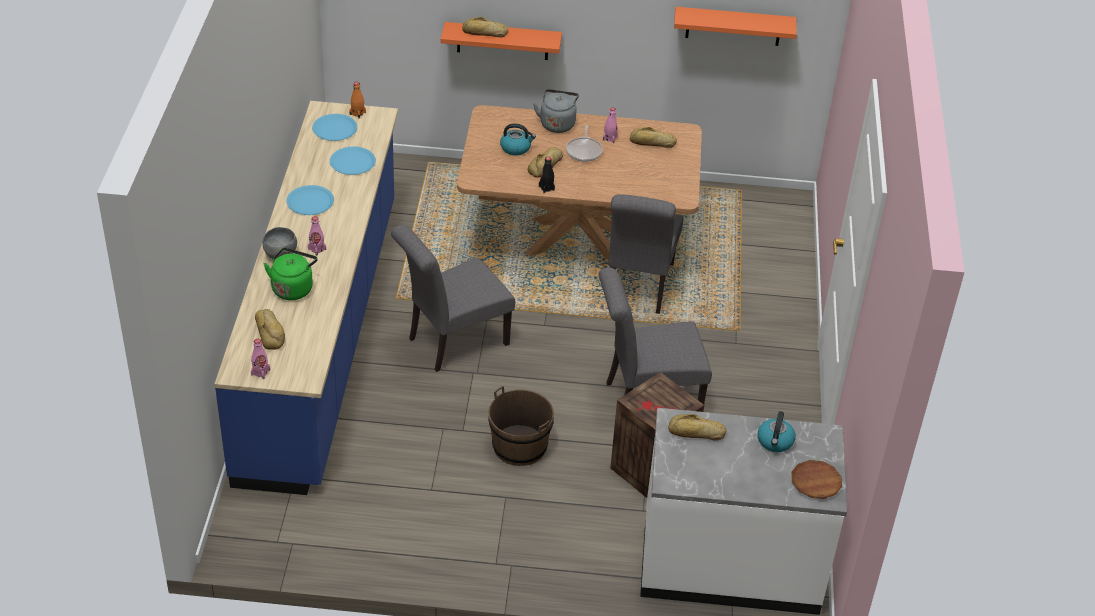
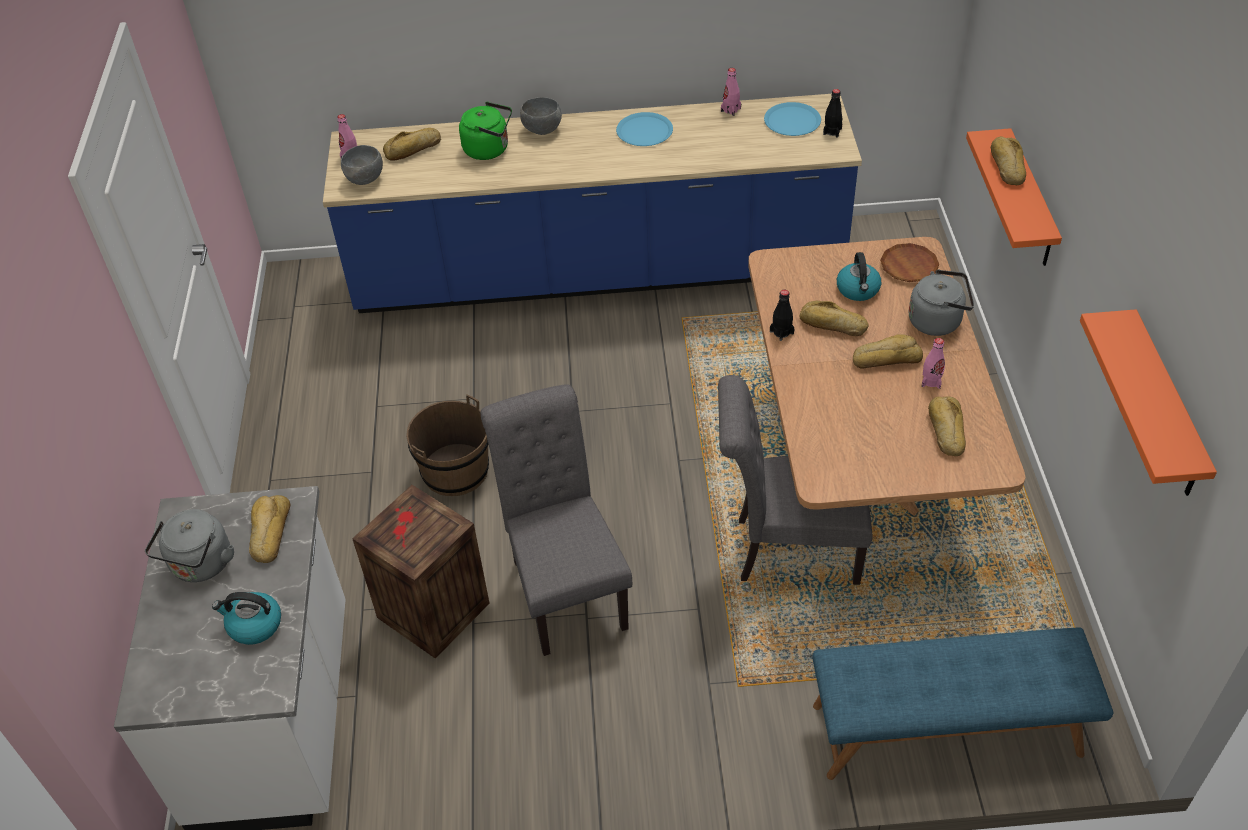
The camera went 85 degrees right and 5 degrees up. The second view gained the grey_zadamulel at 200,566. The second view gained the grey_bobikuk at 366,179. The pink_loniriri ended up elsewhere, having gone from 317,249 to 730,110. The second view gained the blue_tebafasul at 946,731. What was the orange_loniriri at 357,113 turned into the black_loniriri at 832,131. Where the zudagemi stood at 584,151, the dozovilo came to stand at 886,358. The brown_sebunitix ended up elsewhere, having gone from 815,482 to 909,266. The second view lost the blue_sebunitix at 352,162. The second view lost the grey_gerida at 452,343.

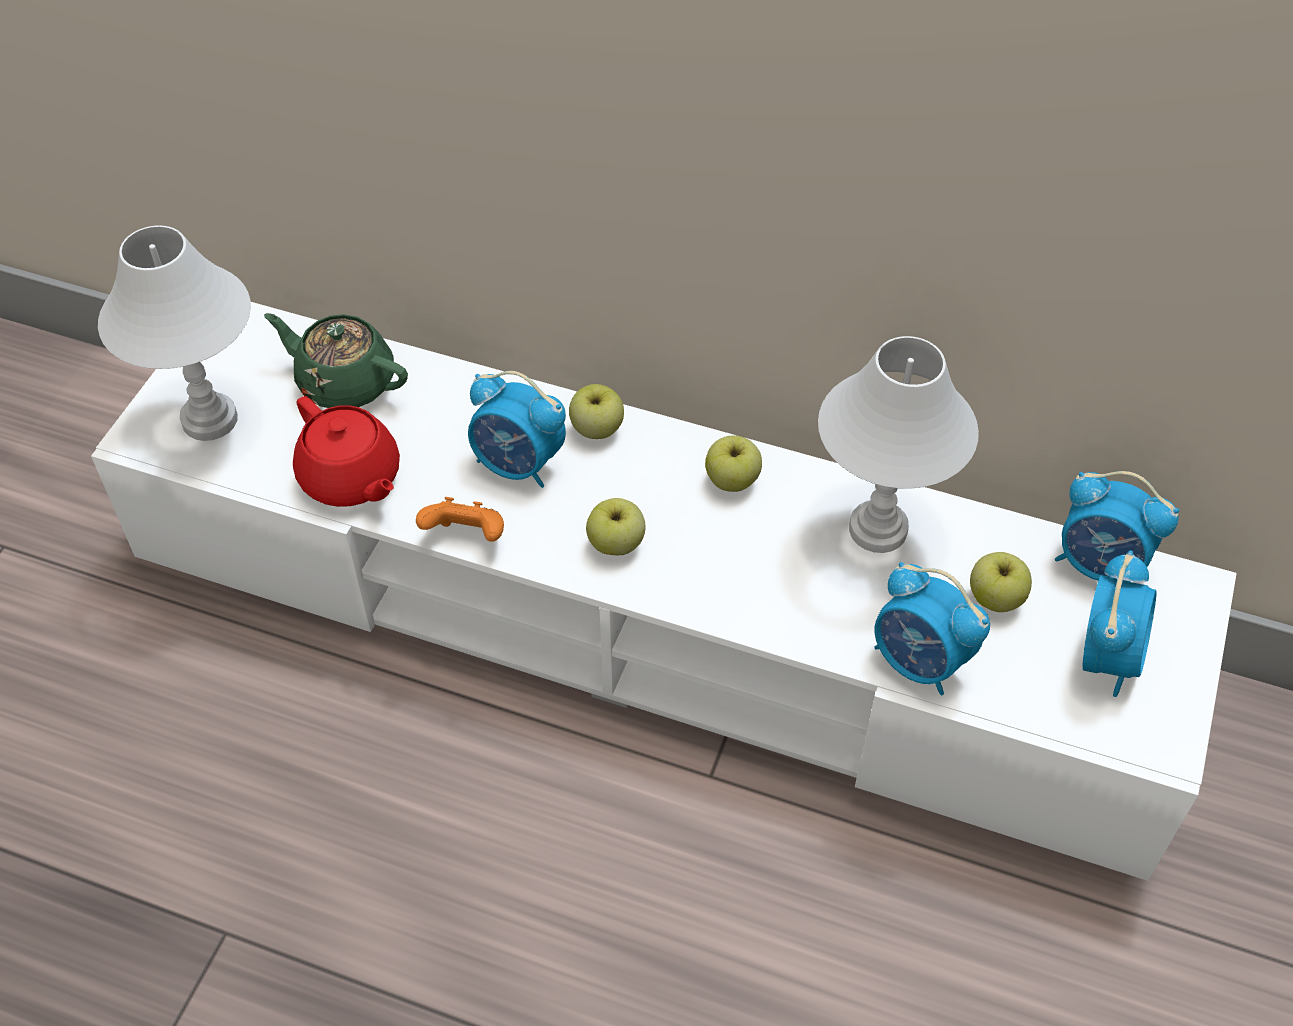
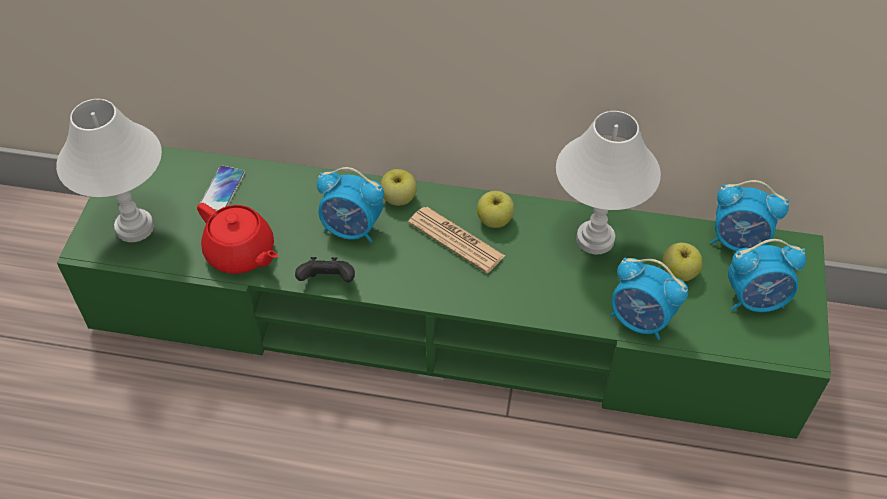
The camera went 10 degrees left and 0 degrees up. What was the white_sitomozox at 649,619 turned into the green_sitomozox at 445,319. Where the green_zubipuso stood at 345,382, the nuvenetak came to stand at 222,190. What was the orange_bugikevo at 466,536 turned into the black_bugikevo at 328,281. The second view gained the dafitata at 456,240. The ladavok at 1106,657 ended up facing another way, 75 degrees clockwise from before. The second view lost the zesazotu at 616,544.

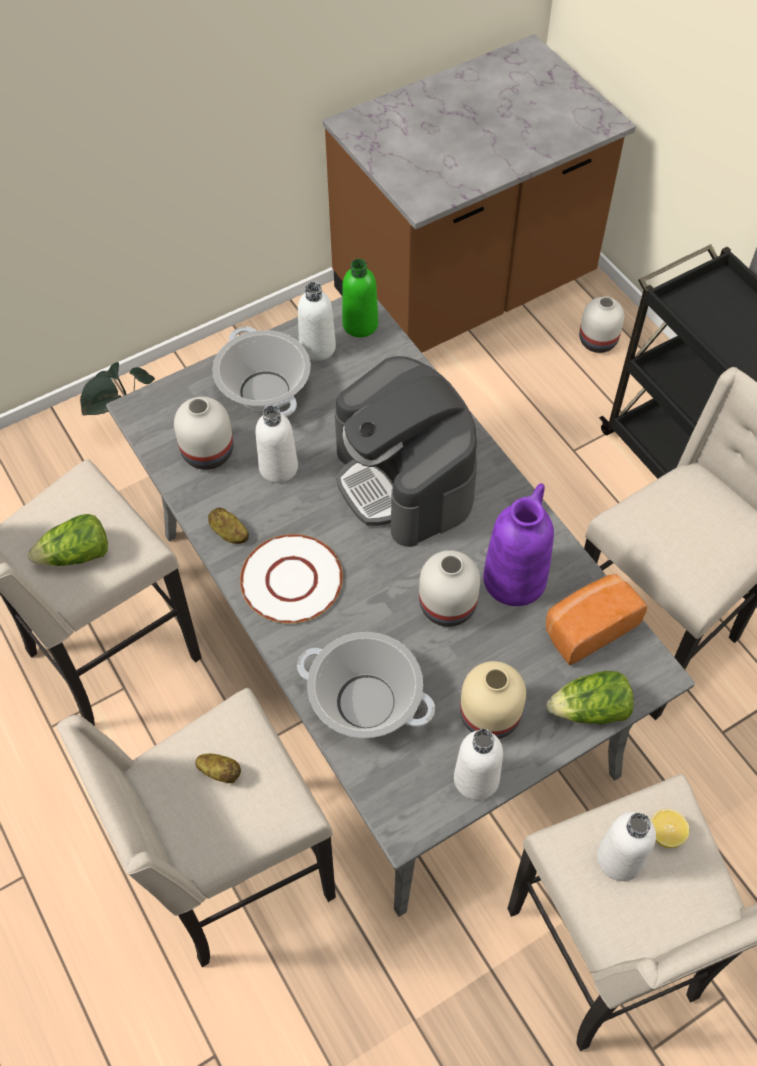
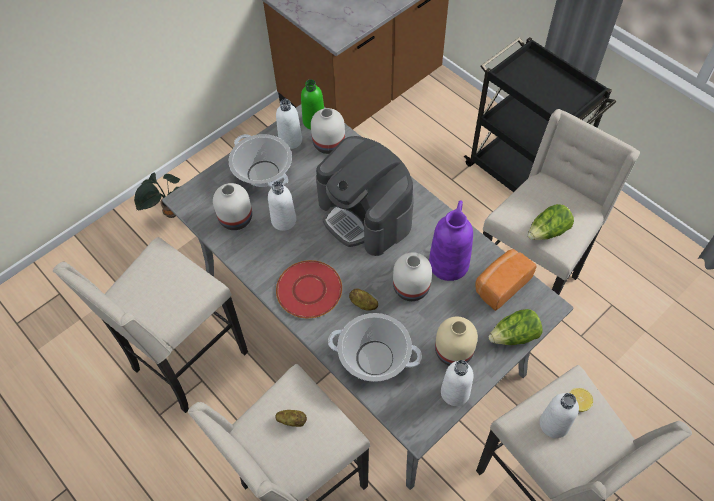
The camera went 10 degrees left and 0 degrees up. What was the white_sebunitix at 292,580 turned into the red_sebunitix at 309,290. The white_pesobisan ended up elsewhere, having gone from 597,341 to 328,144. The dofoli ended up elsewhere, having gone from 229,533 to 363,304. The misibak ended up elsewhere, having gone from 76,555 to 548,232.

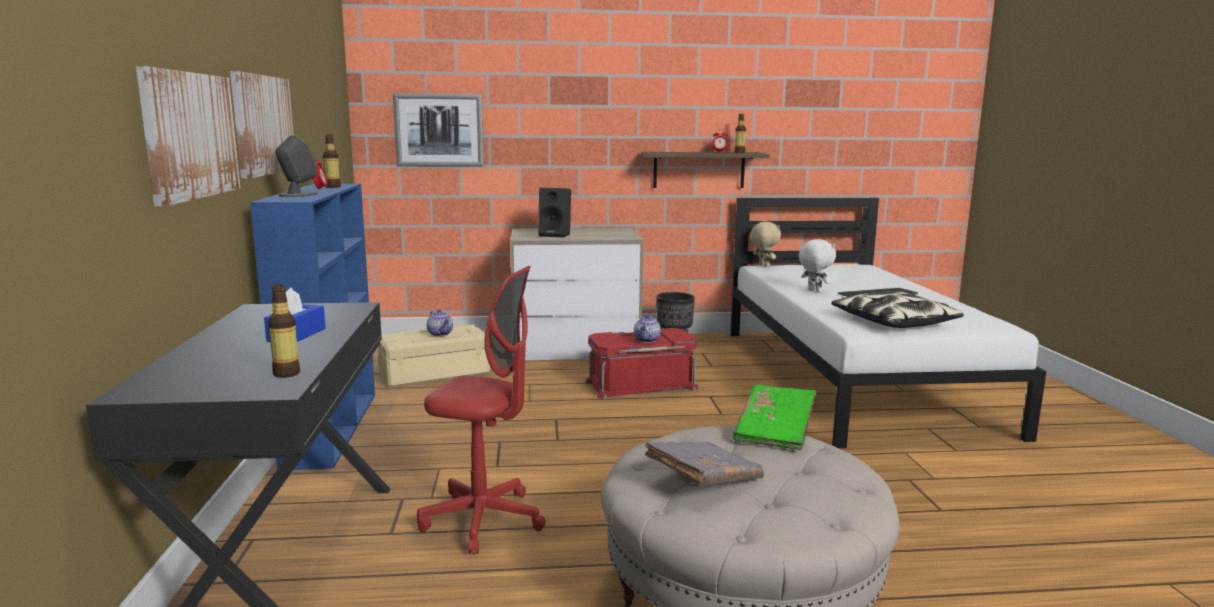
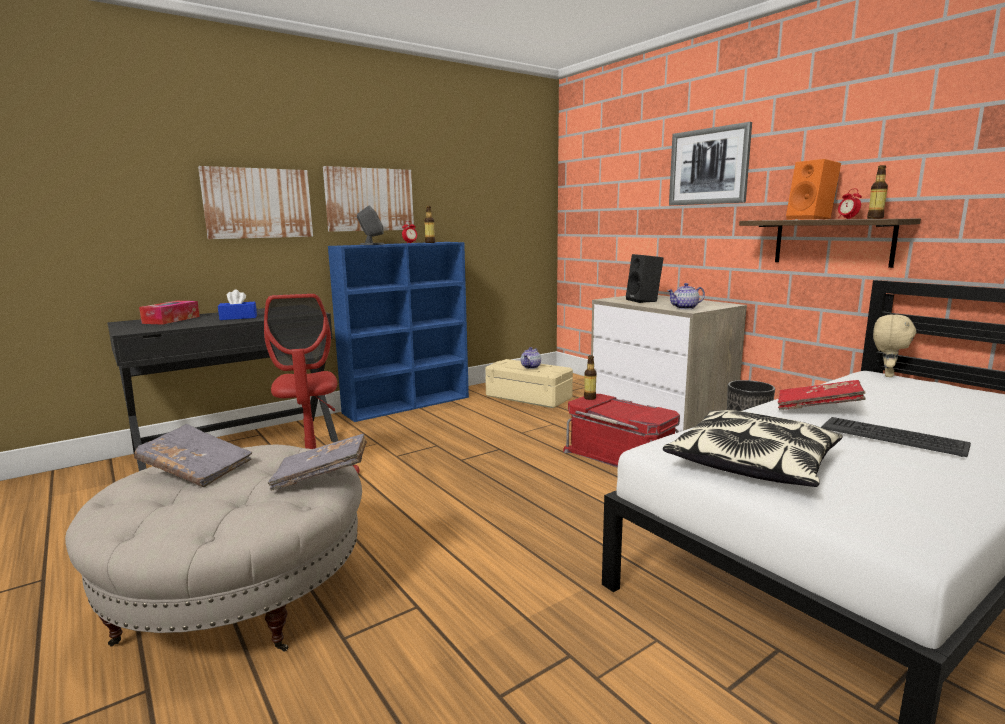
The camera went 60 degrees right and 0 degrees up. The second view gained the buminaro at 171,320. What was the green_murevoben at 775,431 turned into the grey_murevoben at 322,476. The loniriri ended up elsewhere, having gone from 286,374 to 590,398. The zubipuso ended up elsewhere, having gone from 647,340 to 685,308. The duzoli ended up elsewhere, having gone from 439,130 to 708,166. Where the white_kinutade stood at 814,291, the red_murevoben came to stand at 818,409. The second view gained the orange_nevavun at 811,219.

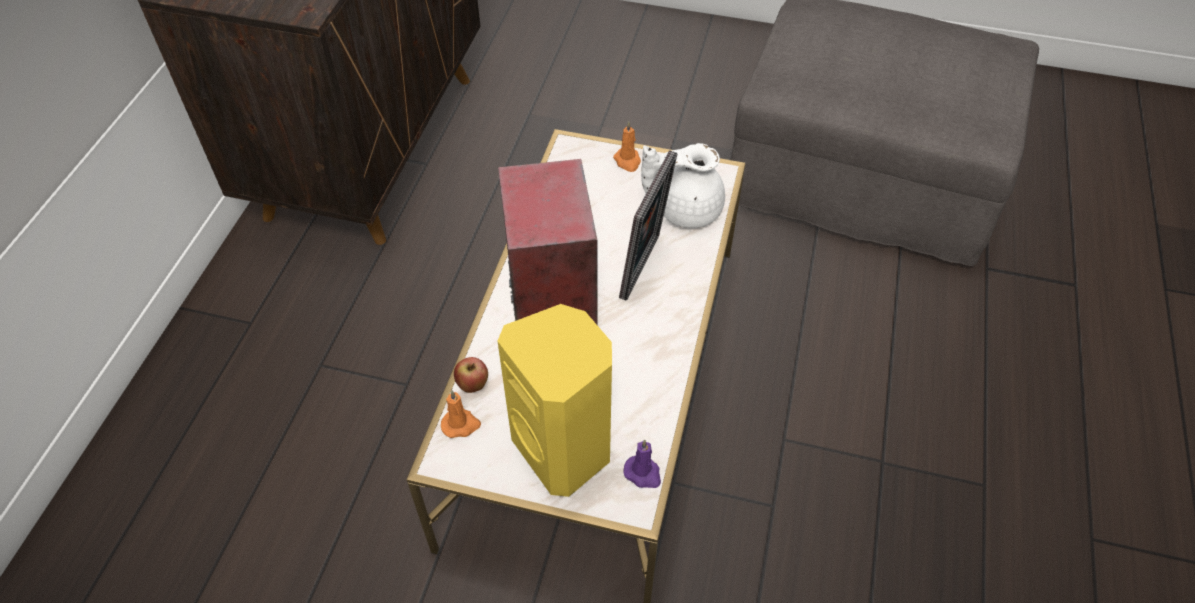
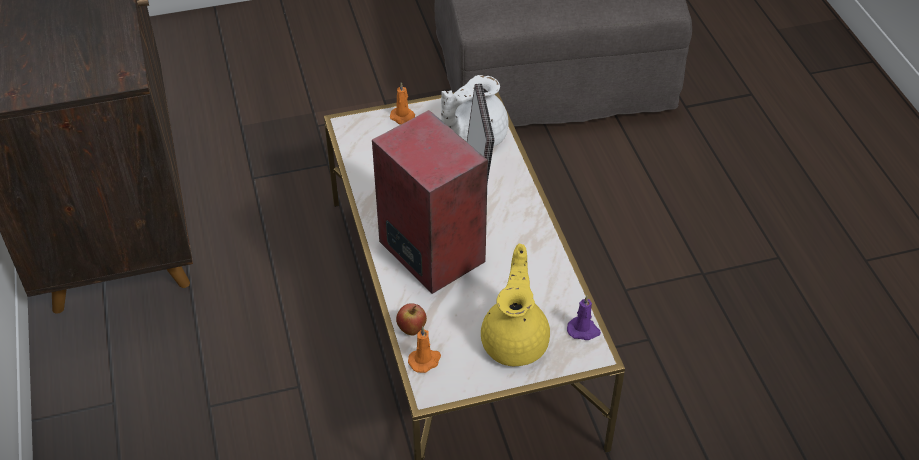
The camera went 30 degrees left and 5 degrees down. Where the yellow_nevavun stood at 565,449, the yellow_zubipuso came to stand at 516,340.

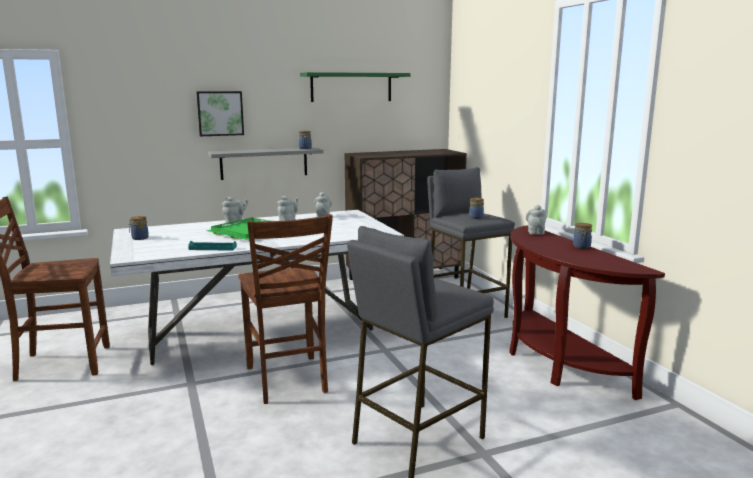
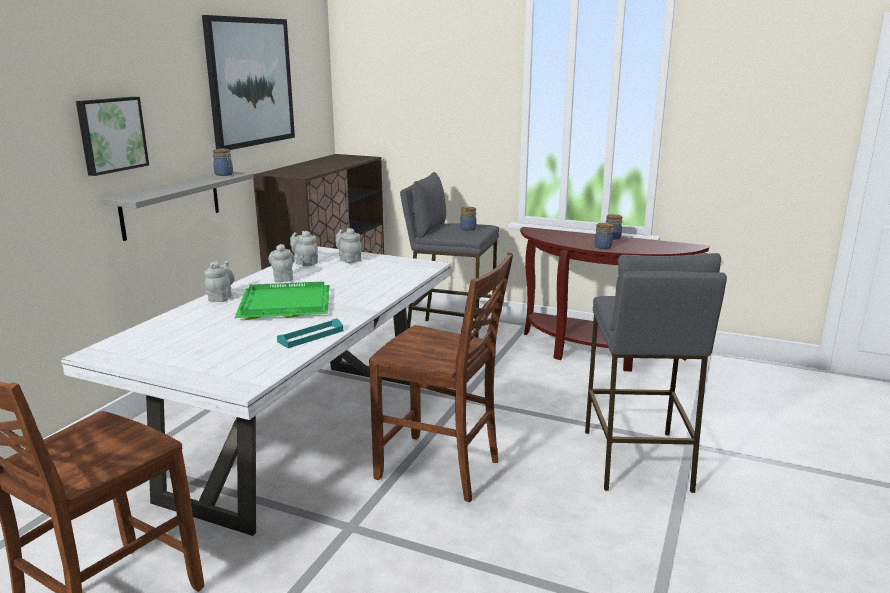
The camera went 45 degrees left and 5 degrees up. Where the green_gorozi hung at 351,87, the duzoli came to hang at 250,82. The grey_zubipuso ended up elsewhere, having gone from 535,232 to 349,260. The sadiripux ended up elsewhere, having gone from 139,238 to 603,247.

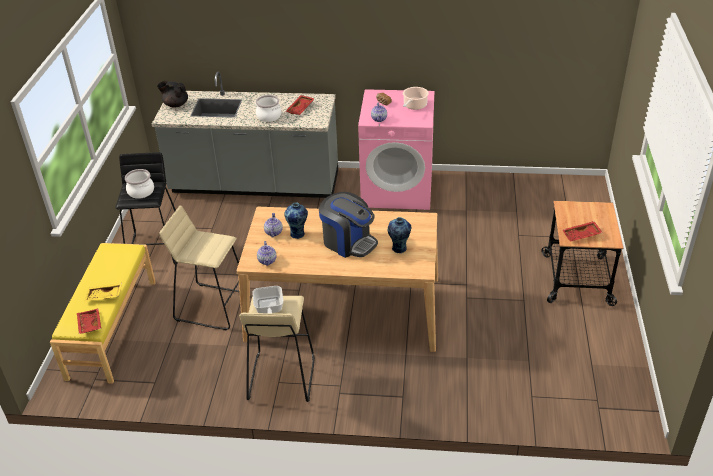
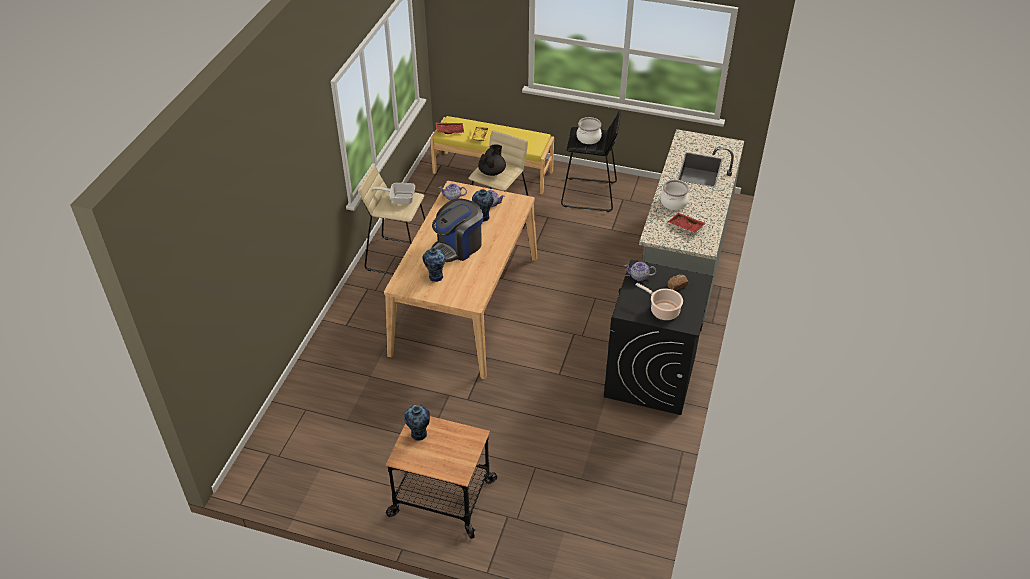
The camera went 100 degrees right and 5 degrees up. Where the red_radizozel stood at 581,235, the pesobisan came to stand at 419,435. The black_zubipuso ended up elsewhere, having gone from 175,104 to 492,171. What was the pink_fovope at 397,189 turned into the black_fovope at 650,376.

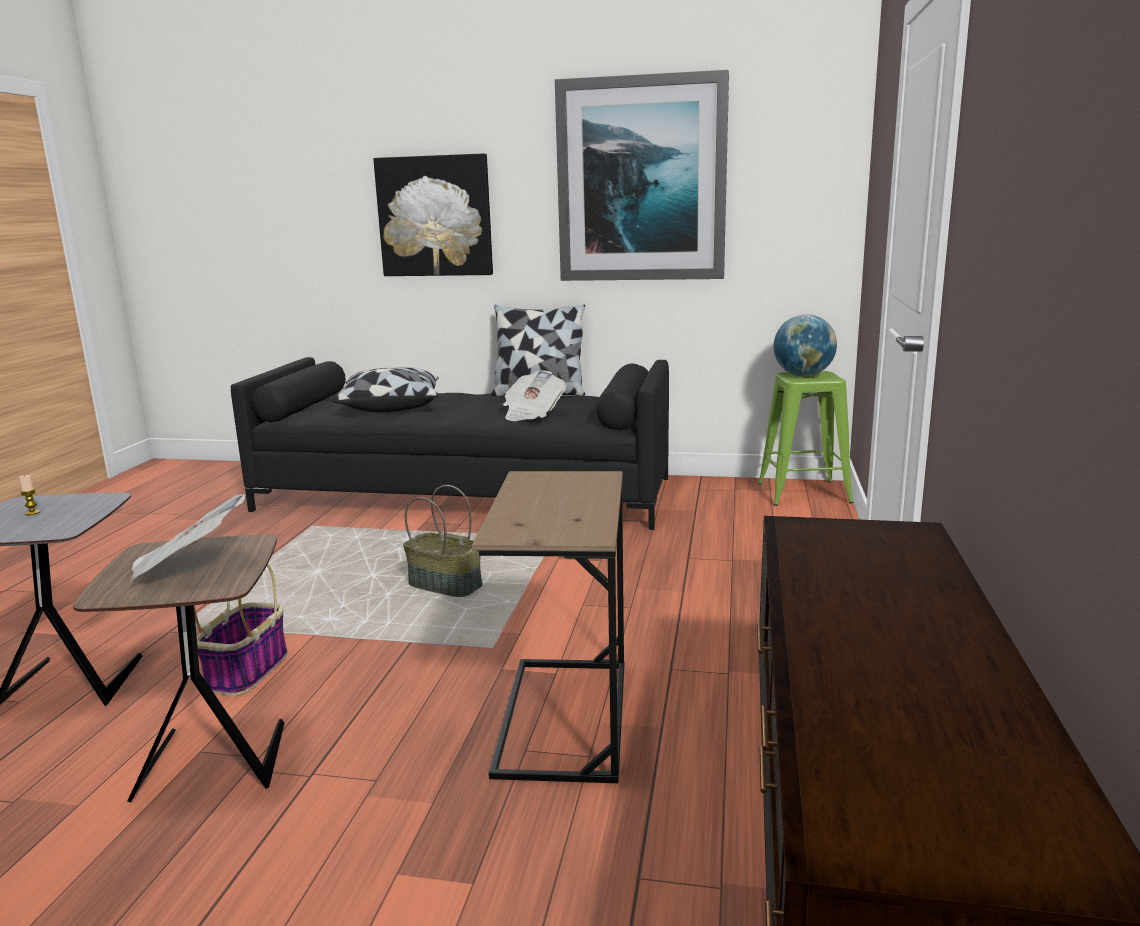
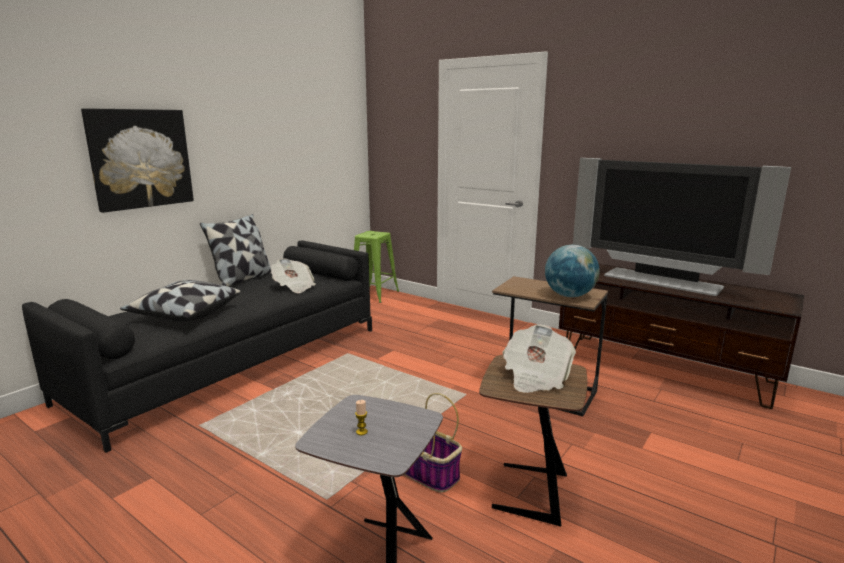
The camera went 65 degrees left and 0 degrees up. The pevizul ended up elsewhere, having gone from 803,375 to 569,295. The second view gained the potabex at 661,282. The second view lost the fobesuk at 446,585. The second view lost the duzoli at 642,180.

